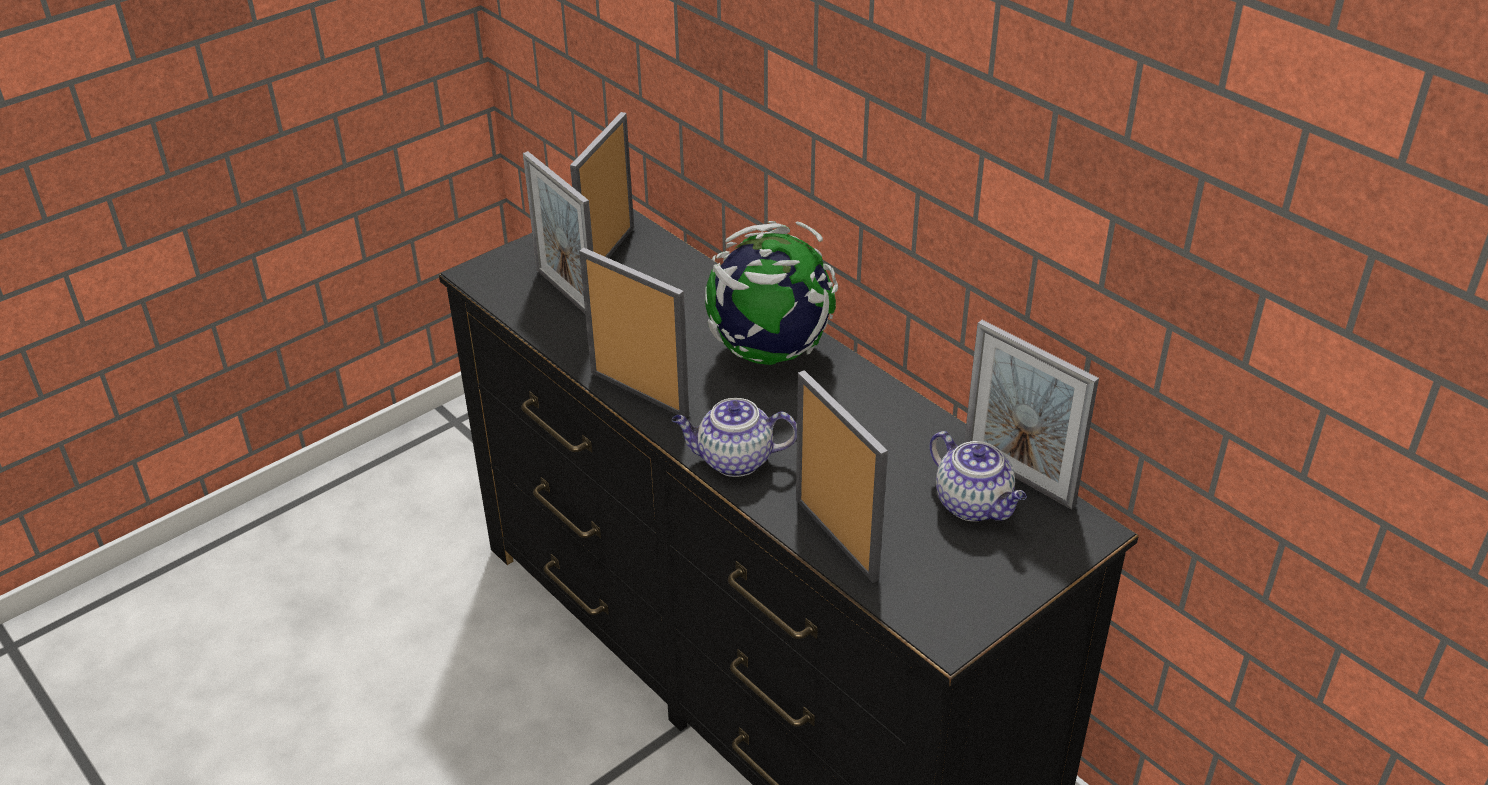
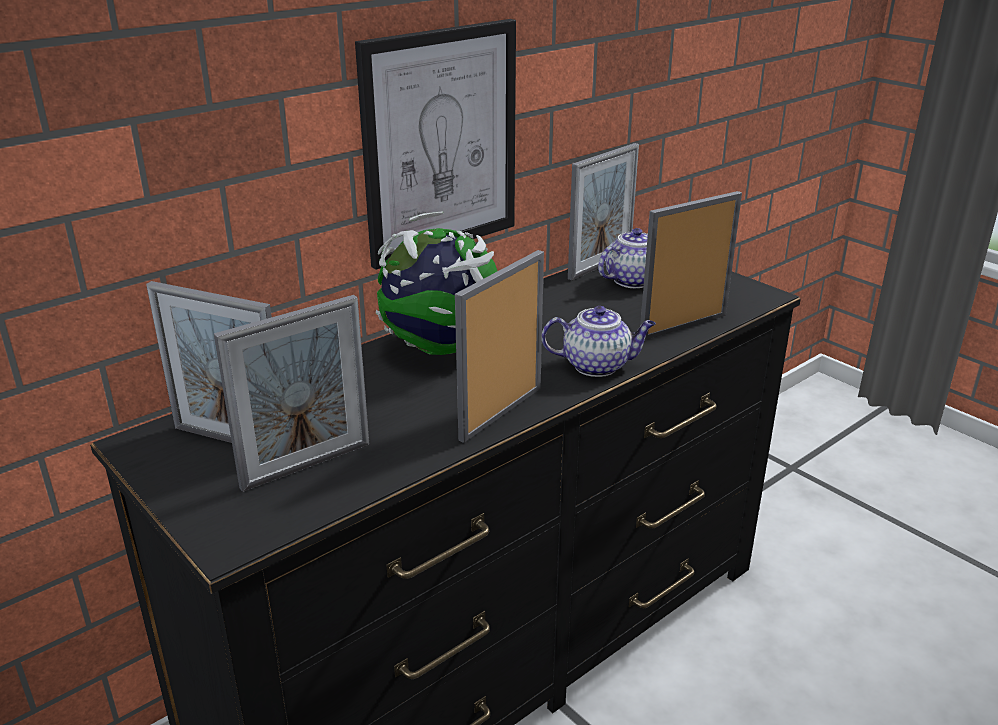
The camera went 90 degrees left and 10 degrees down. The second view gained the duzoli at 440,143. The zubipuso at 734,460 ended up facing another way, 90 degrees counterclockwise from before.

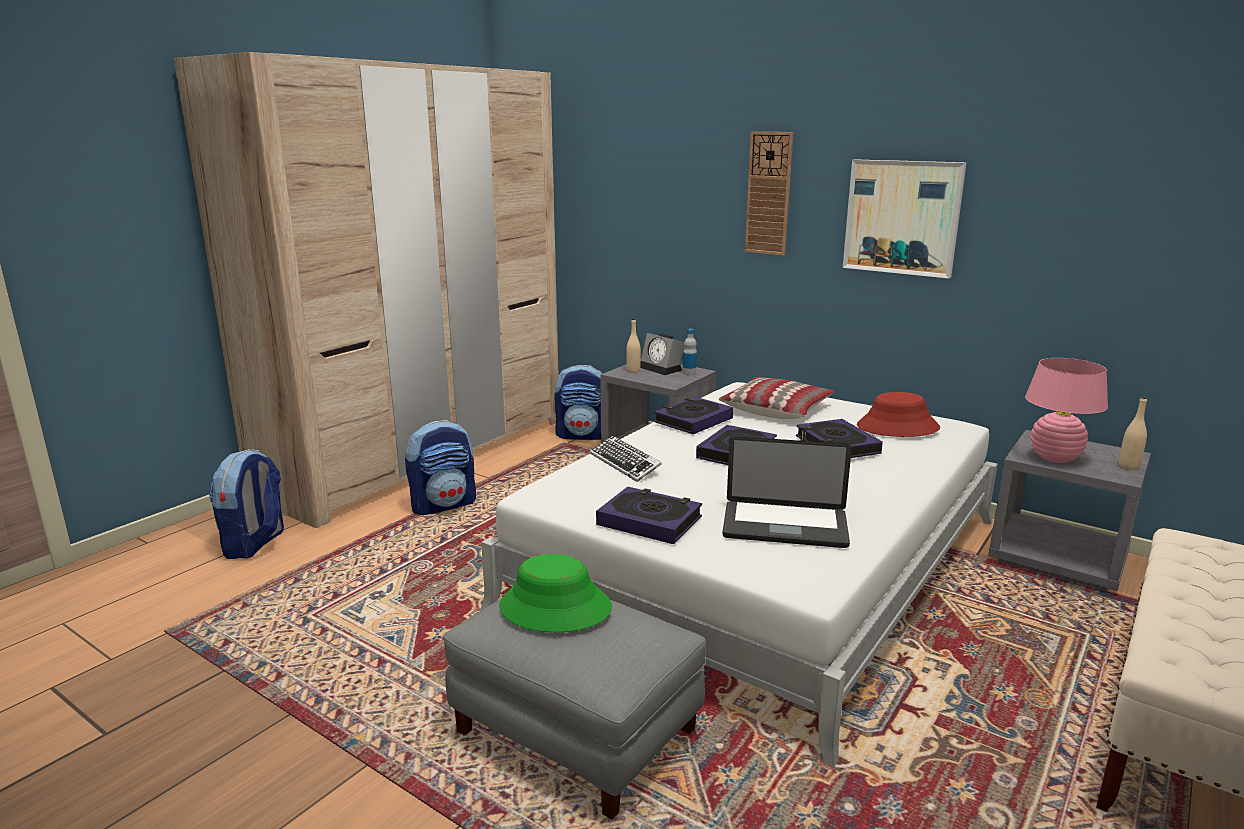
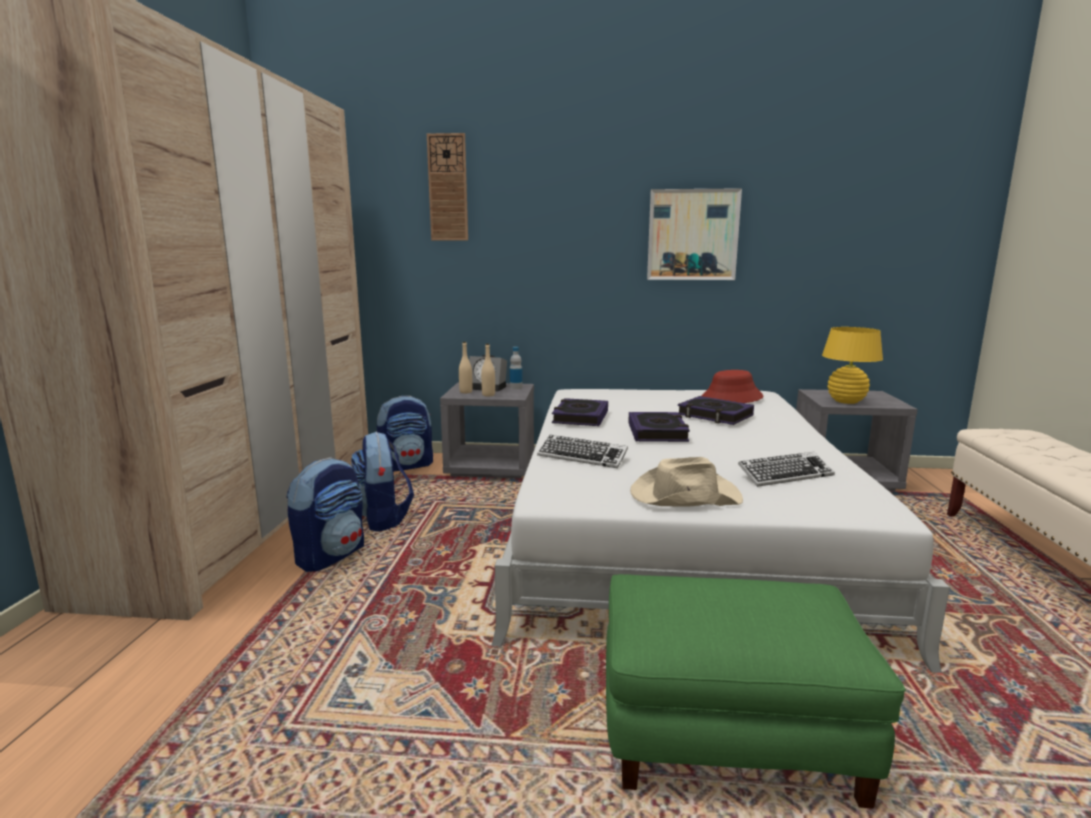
The camera went 30 degrees left and 5 degrees down. The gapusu ended up elsewhere, having gone from 255,544 to 382,519. The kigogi ended up elsewhere, having gone from 769,193 to 448,188. The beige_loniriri ended up elsewhere, having gone from 1128,467 to 488,395. What was the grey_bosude at 578,730 turned into the green_bosude at 728,731. Where the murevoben stood at 649,521, the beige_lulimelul came to stand at 683,495. Where the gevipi stood at 784,526, the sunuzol came to stand at 785,475. What was the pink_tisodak at 1054,458 turned into the yellow_tisodak at 846,401. The second view lost the green_lulimelul at 555,608. The second view lost the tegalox at 776,409.

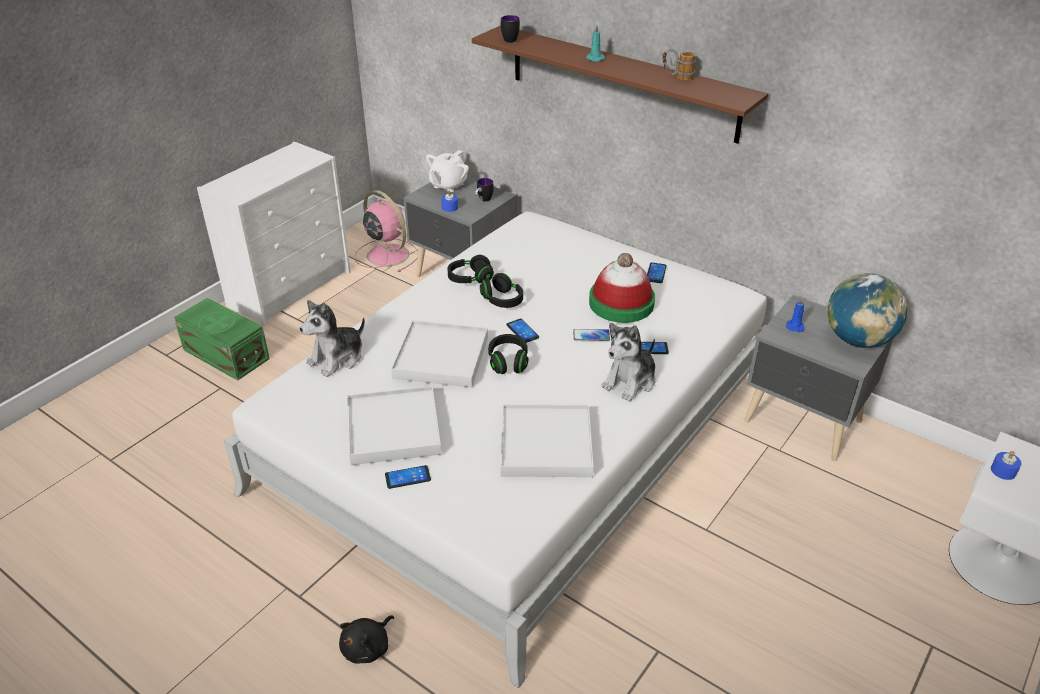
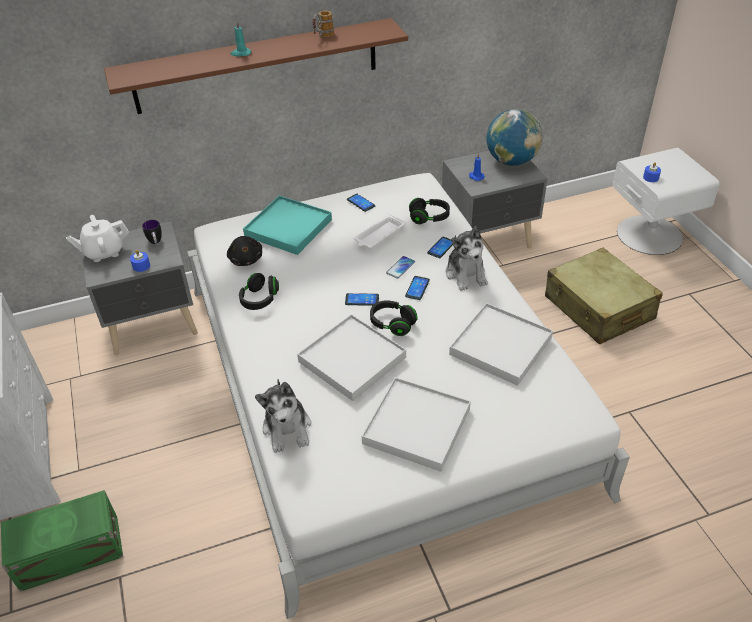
The camera went 55 degrees left and 5 degrees up. The white_zubipuso at 448,185 ended up facing another way, 90 degrees clockwise from before. The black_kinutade ended up elsewhere, having gone from 368,647 to 246,259. The second view gained the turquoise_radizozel at 288,228. Where the lulimelul stood at 621,303, the white_radizozel came to stand at 379,235. The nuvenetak ended up elsewhere, having gone from 407,477 to 417,288. The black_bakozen ended up elsewhere, having gone from 502,300 to 429,218. The second view gained the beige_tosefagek at 598,308. The second view lost the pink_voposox at 386,254. The second view lost the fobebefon at 510,39.

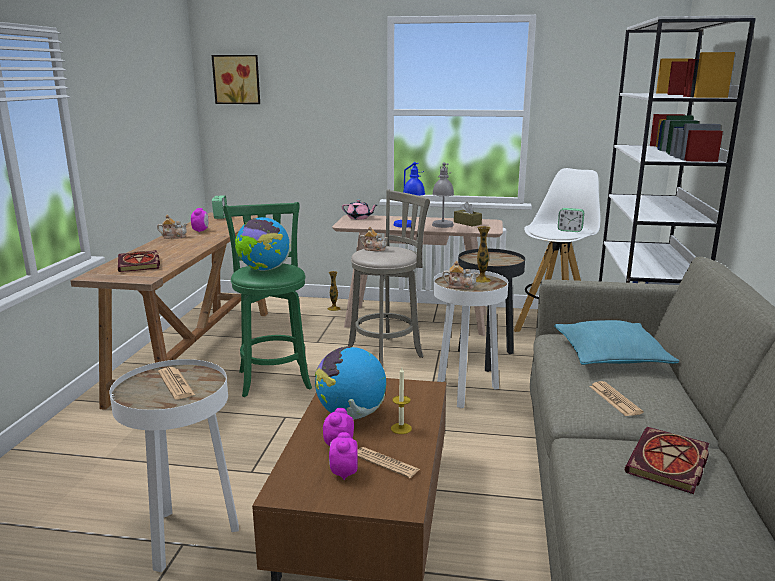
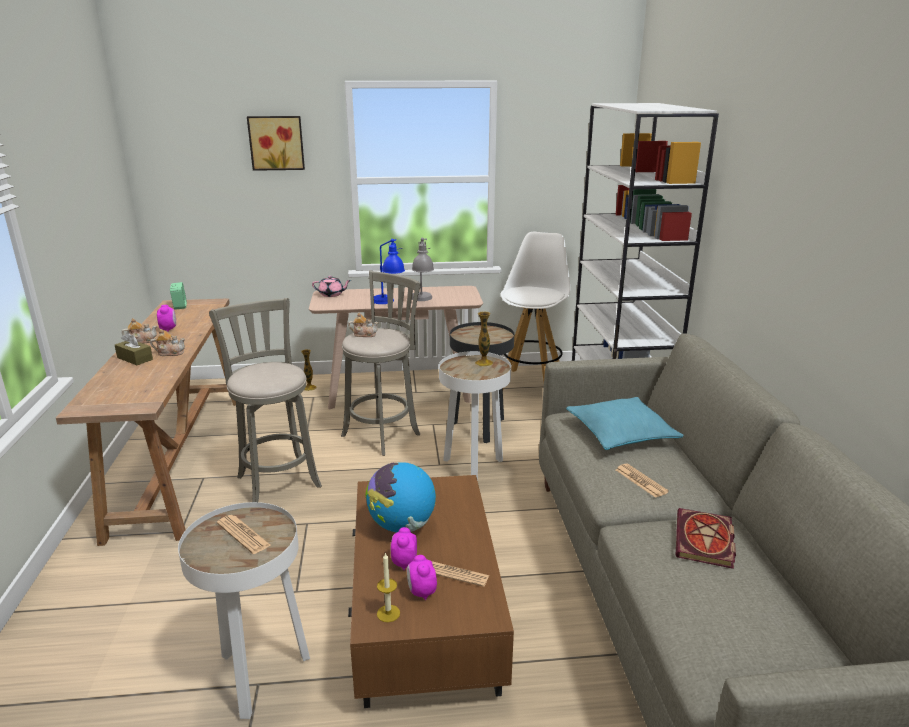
The camera went 15 degrees left and 5 degrees up. The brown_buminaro ended up elsewhere, having gone from 467,223 to 135,358. The zubipuso ended up elsewhere, having gone from 460,286 to 170,353. What was the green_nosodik at 274,378 turned into the grey_nosodik at 277,479. The duzoli ended up elsewhere, having gone from 237,79 to 276,143. The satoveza ended up elsewhere, having gone from 401,428 to 388,613. The second view lost the murevoben at 140,264. The second view lost the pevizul at 264,270. The second view lost the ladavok at 570,230.

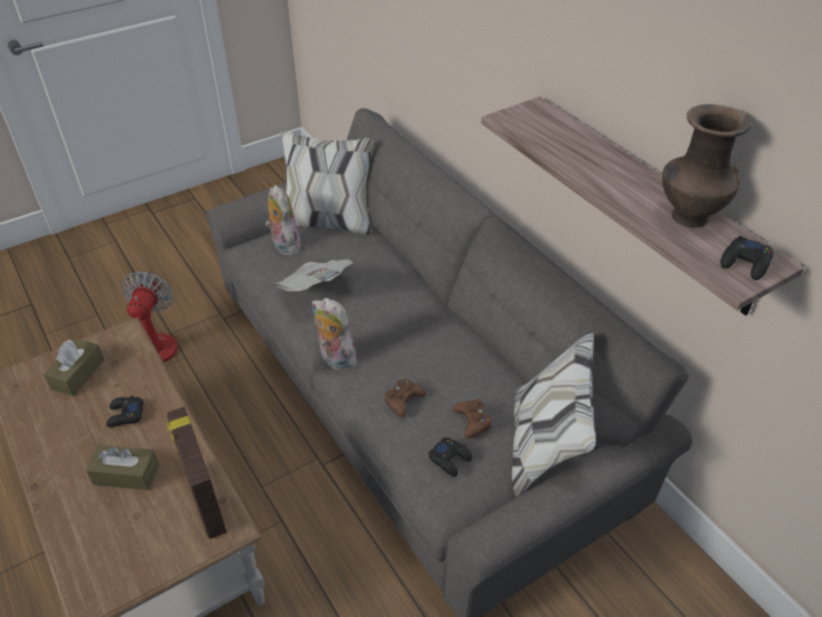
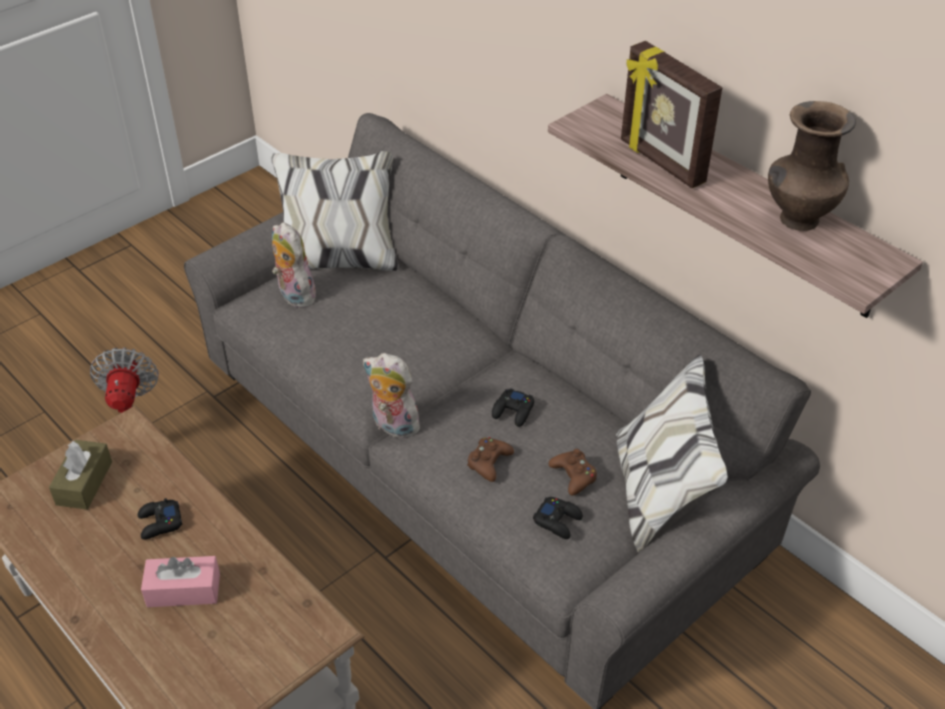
The camera went 10 degrees left and 0 degrees up. What was the brown_buminaro at 126,474 turned into the pink_buminaro at 183,590. The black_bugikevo ended up elsewhere, having gone from 745,263 to 513,411. The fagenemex ended up elsewhere, having gone from 204,500 to 660,162. The second view lost the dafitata at 315,289.

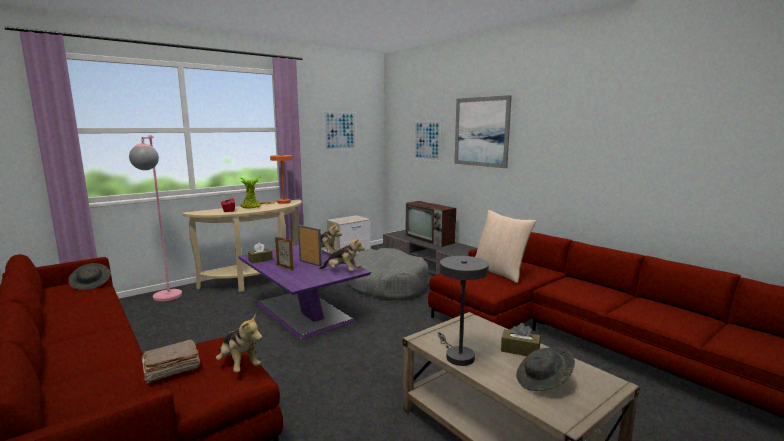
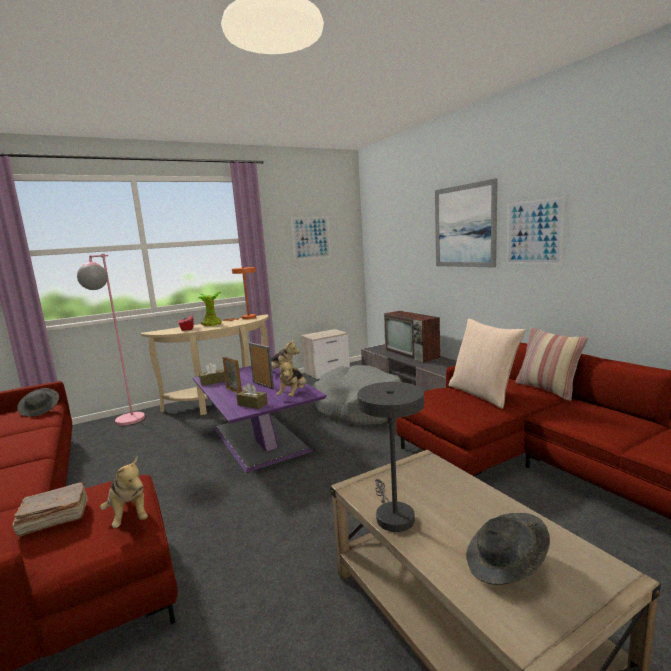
The camera went 10 degrees right and 0 degrees up. The brown_buminaro ended up elsewhere, having gone from 520,350 to 252,404. The kinutade at 342,271 ended up facing another way, 75 degrees clockwise from before. The duzoli ended up elsewhere, having gone from 427,140 to 533,232. The second view gained the tegalox at 547,389.

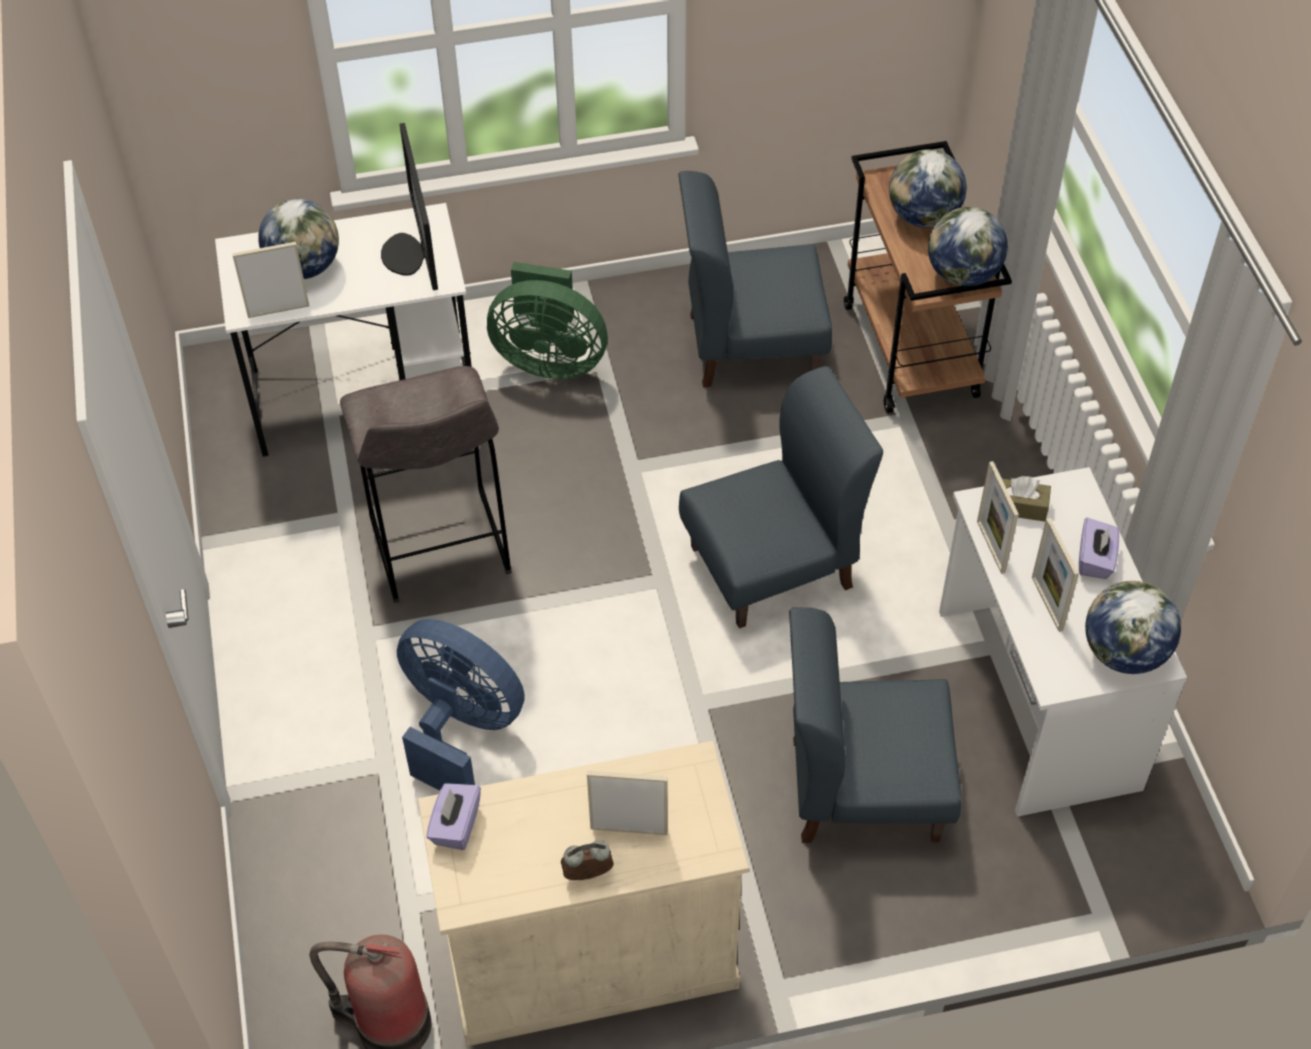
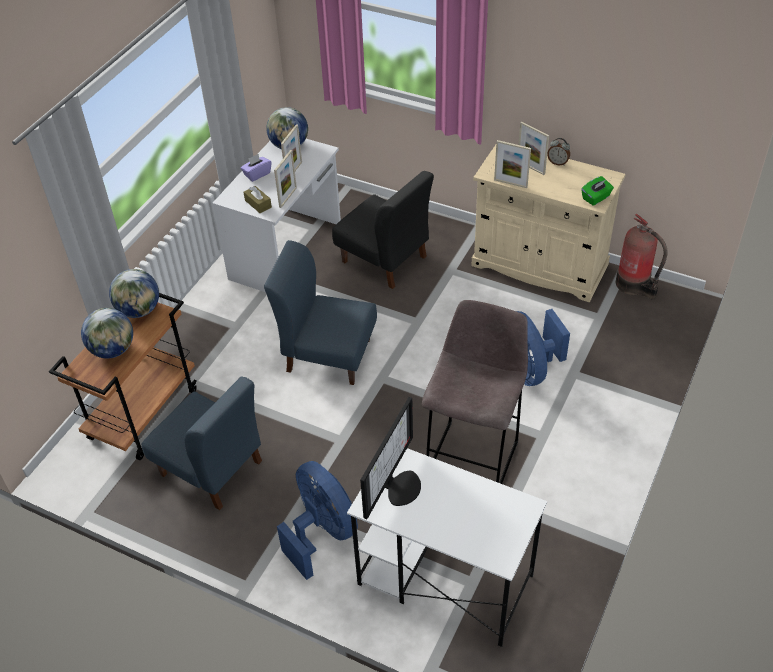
The camera went 140 degrees left and 5 degrees down. What was the green_voposox at 549,359 turned into the blue_voposox at 322,532. What was the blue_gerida at 863,788 turned into the black_gerida at 384,259. The fagenemex ended up elsewhere, having gone from 278,310 to 510,183. What was the purple_buminaro at 455,826 turned into the green_buminaro at 596,198. The second view lost the pevizul at 305,267.

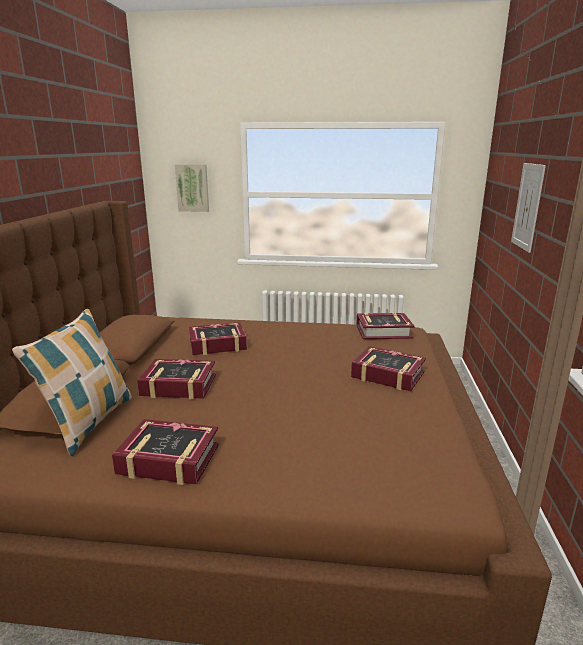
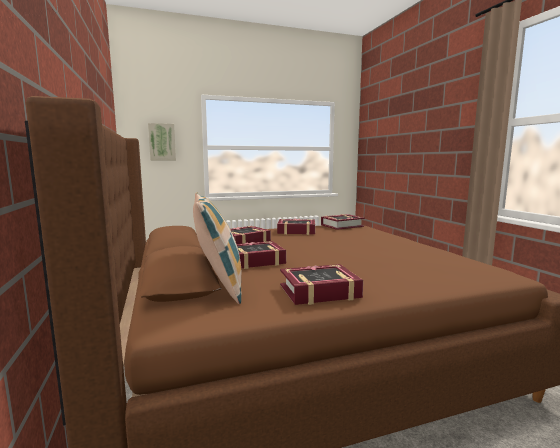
The camera went 25 degrees left and 10 degrees down. The murevoben ended up elsewhere, having gone from 387,375 to 296,231. The second view lost the duzoli at 528,206.

